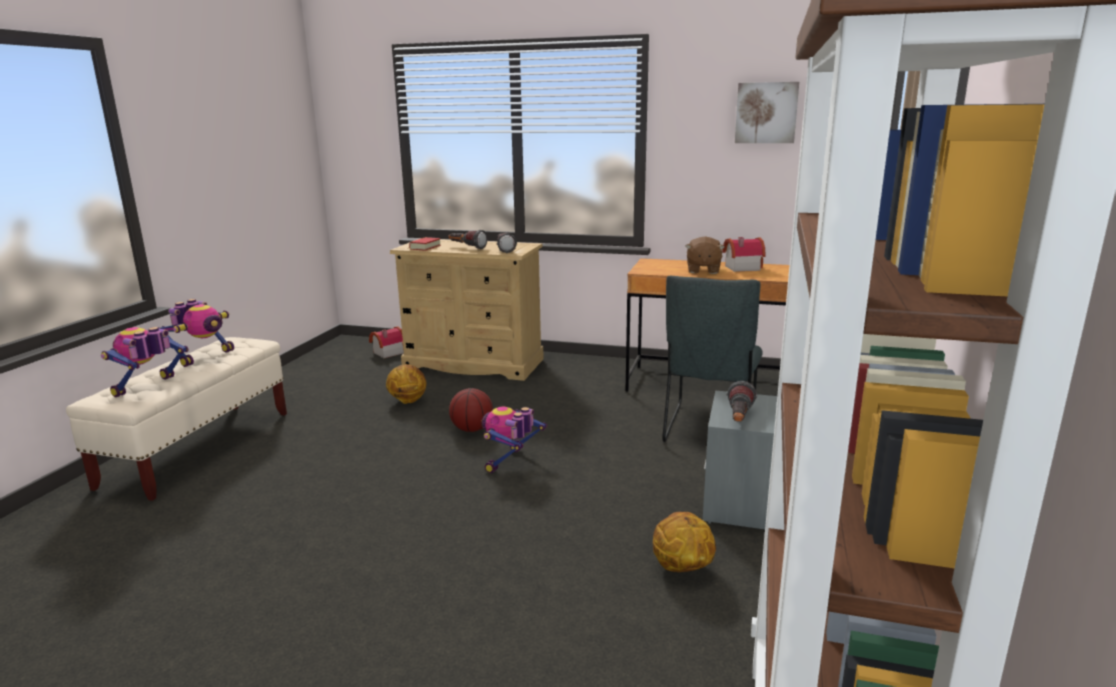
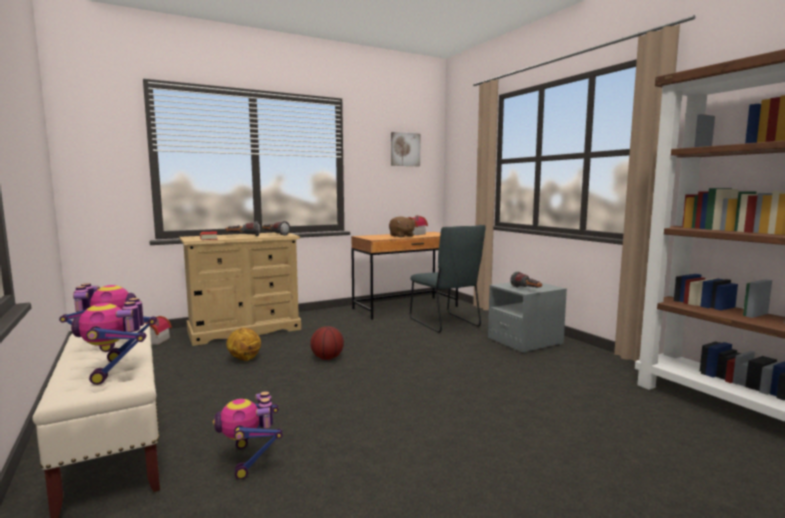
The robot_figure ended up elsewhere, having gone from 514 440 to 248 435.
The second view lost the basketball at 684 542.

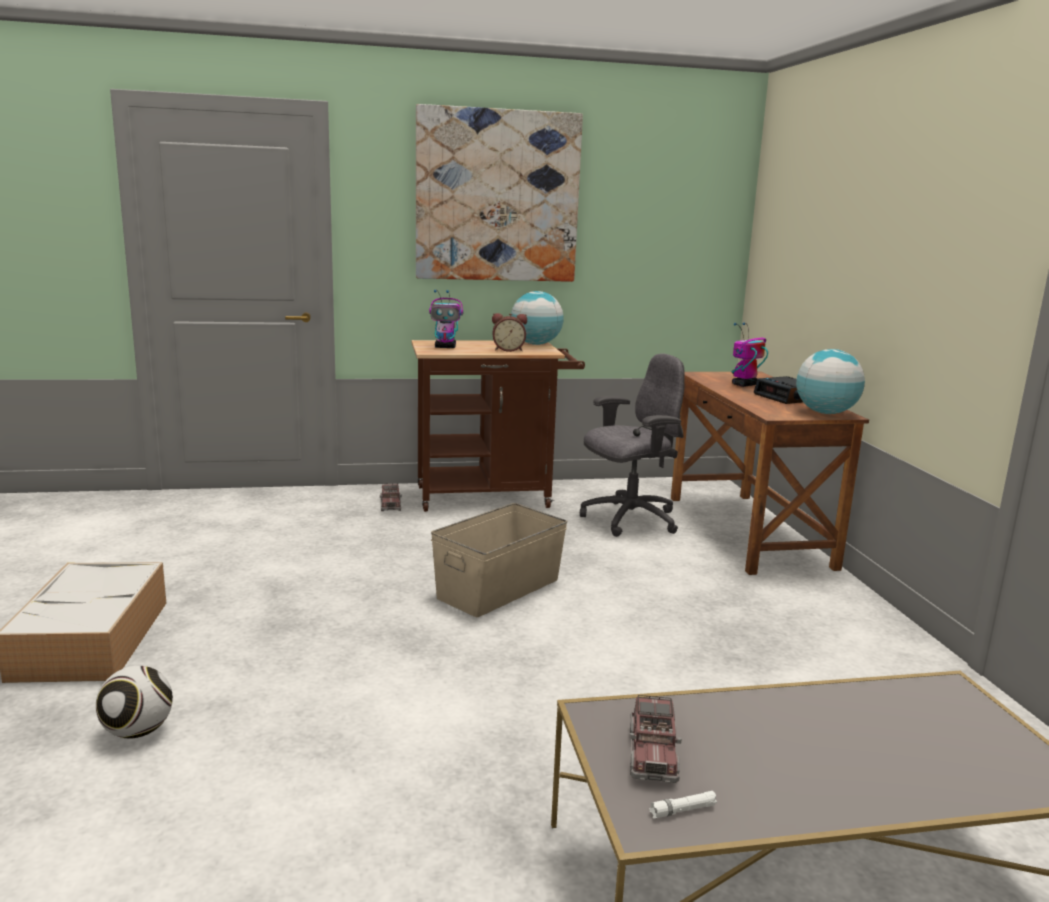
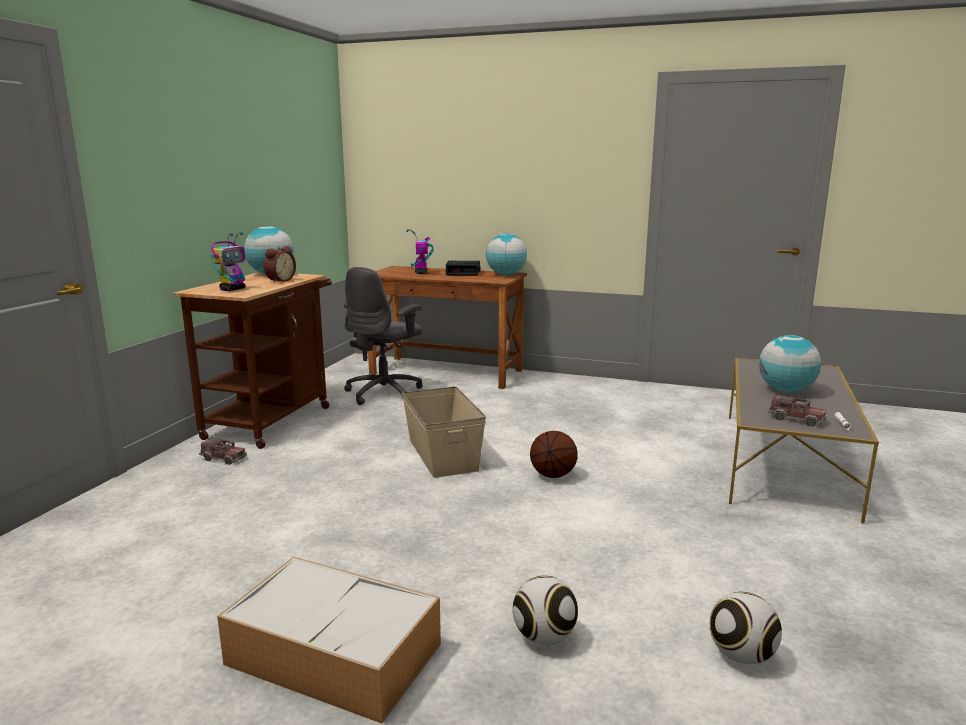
The second view lost the picture at 499 193.
The grey_office_chair at 632 445 ended up facing another way, 150 degrees counterclockwise from before.
The second view gained the world_globe at 790 363.
The second view gained the basketball at 554 454.
The second view gained the ball_for_football at 746 628.

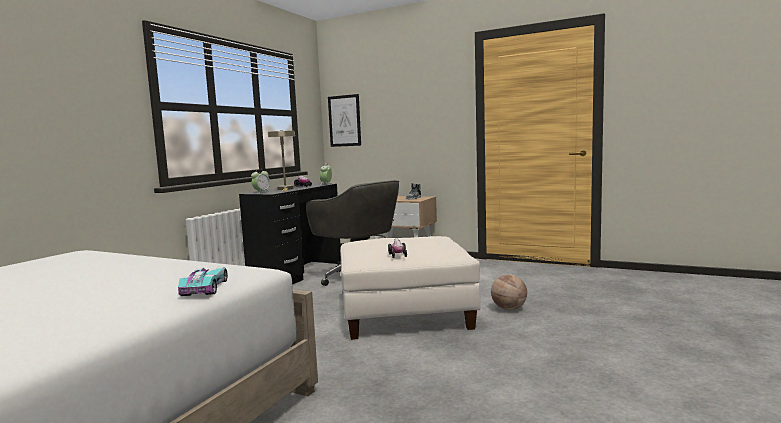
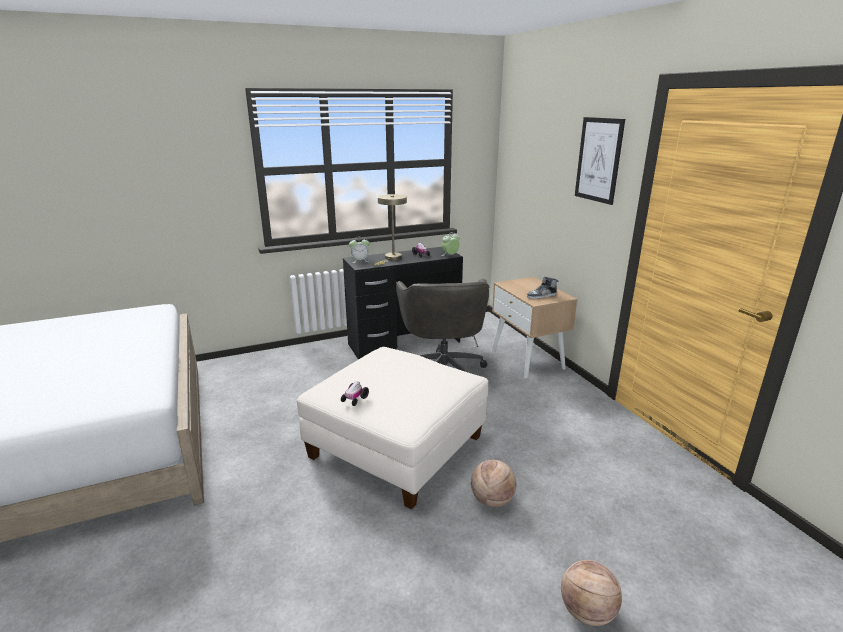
The picture ended up elsewhere, having gone from 344 120 to 600 161.
The second view lost the model_car at 203 281.
The second view gained the basketball at 591 593.

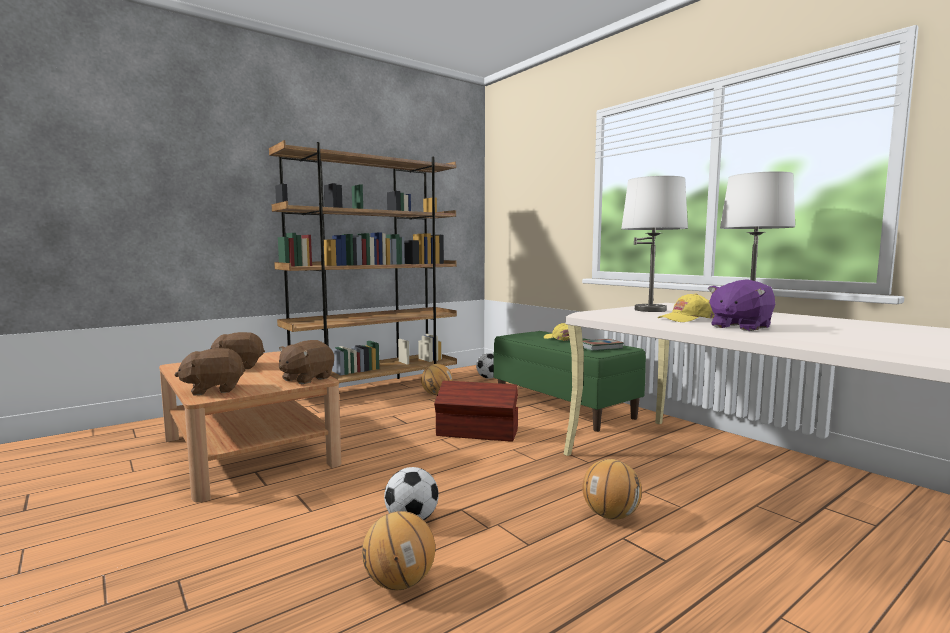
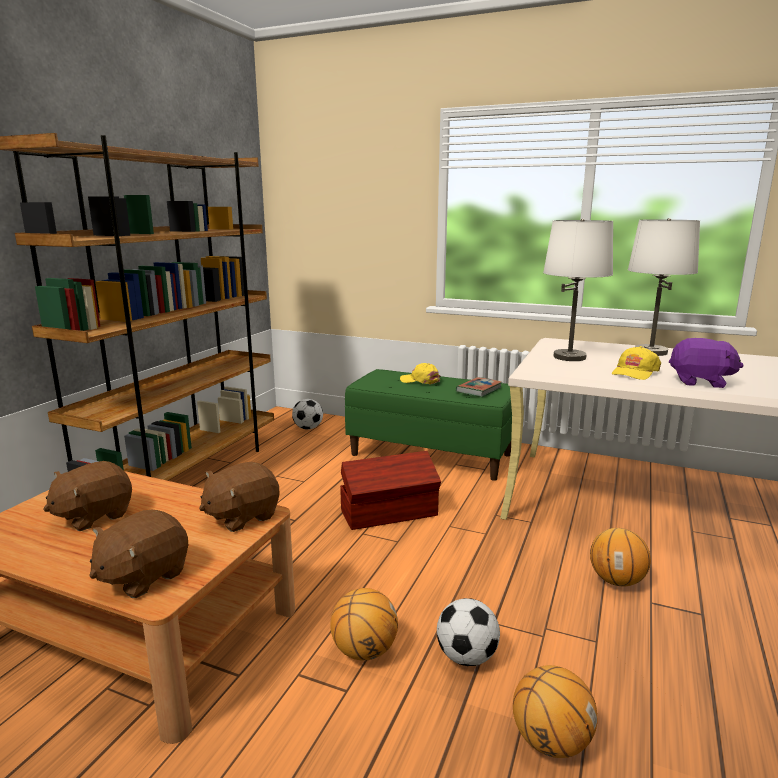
The purple-coloured_plush_toy at 741 305 ended up facing another way, 90 degrees counterclockwise from before.
The brown-coloured_plush_toy at 306 362 ended up facing another way, 45 degrees clockwise from before.
The basketball ended up elsewhere, having gone from 437 379 to 364 624.

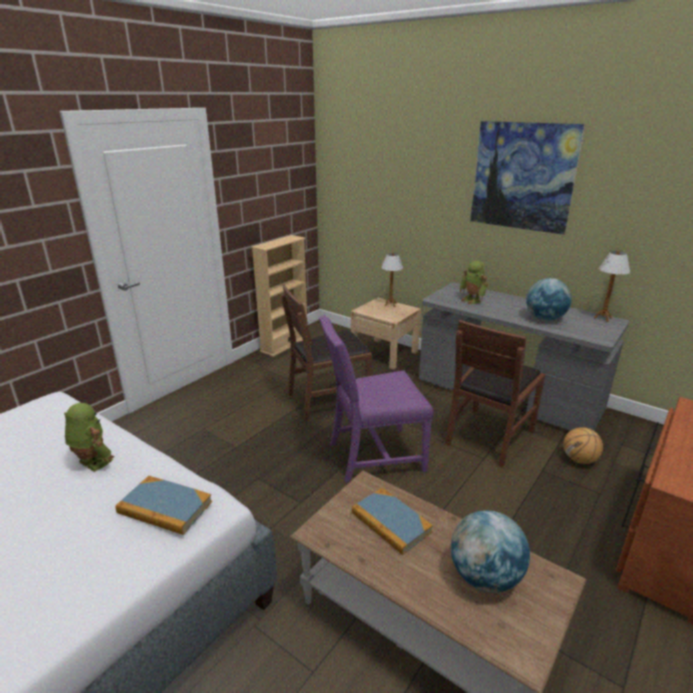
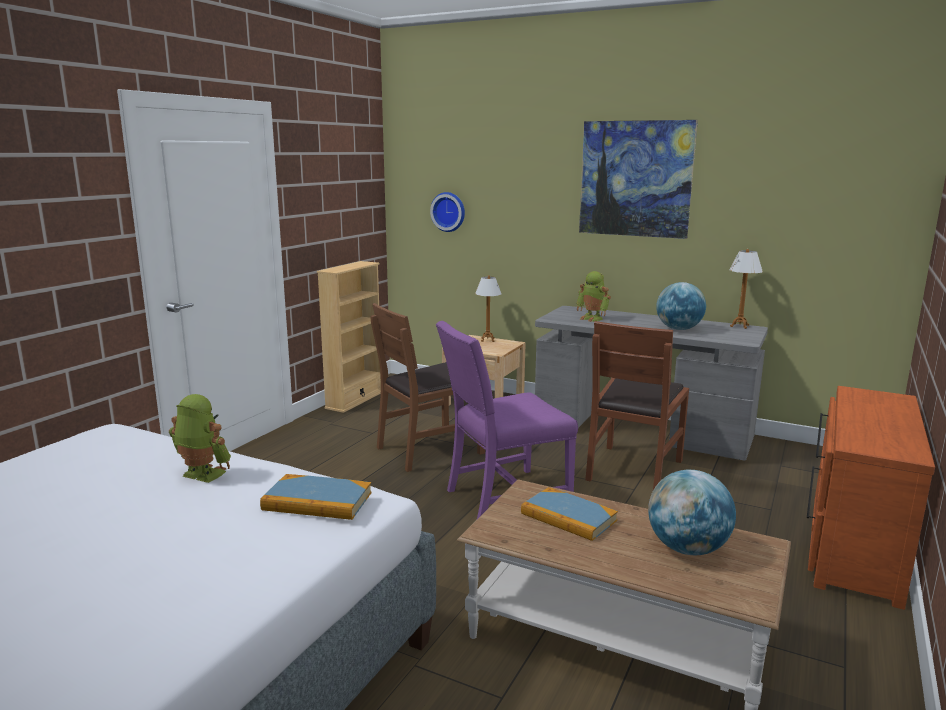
The second view lost the basketball at 583 445.
The second view gained the hanging_clock at 447 212.

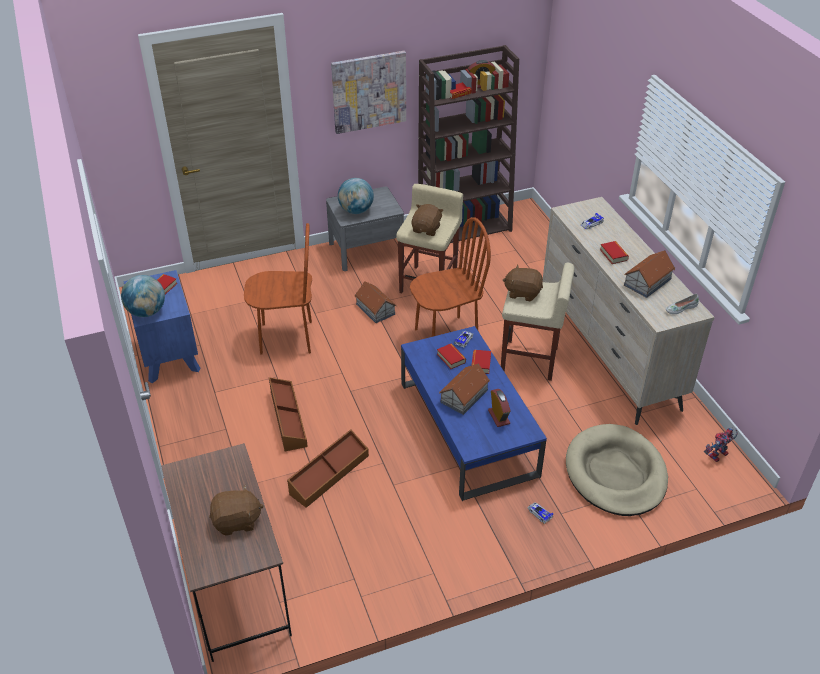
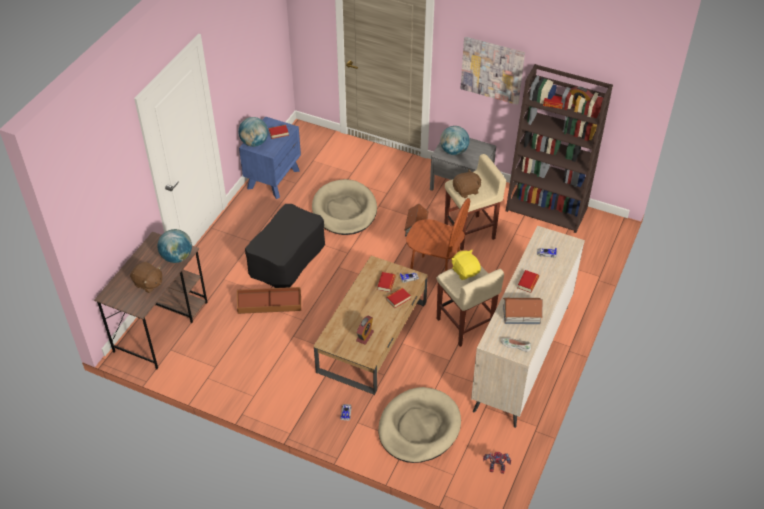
Where the brown-coloured_upright_chair stood at 278 288, the sand-coloured_pet_bed came to stand at 344 207.
What was the brown-coloured_plush_toy at 523 282 turned into the yellowish_plush_toy at 466 265.
What was the blue_low_table at 474 413 turned into the brown-coloured_low_table at 371 325.
The second view lost the model_house at 464 389.
Where the brown-coloured_storage_container stood at 288 414, the black_ottoman came to stand at 285 246.
The second view gained the world_globe at 174 246.

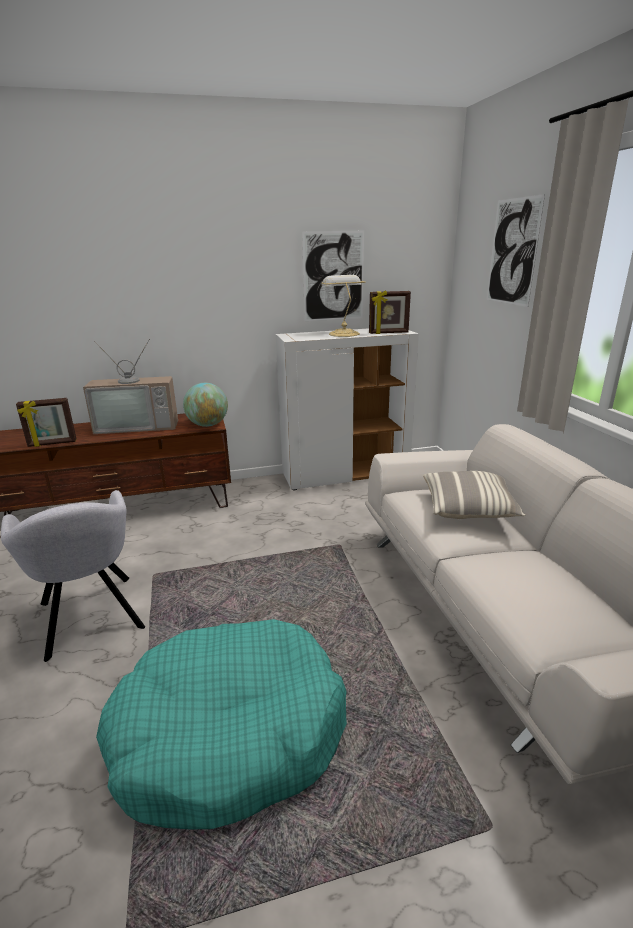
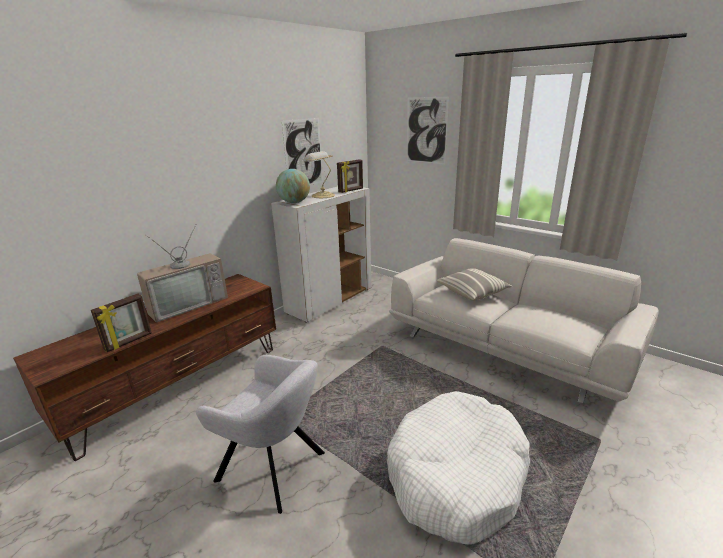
The world_globe ended up elsewhere, having gone from 205 405 to 293 186.
What was the turquoise_pet_bed at 221 724 turned into the white-coloured_pet_bed at 458 468.

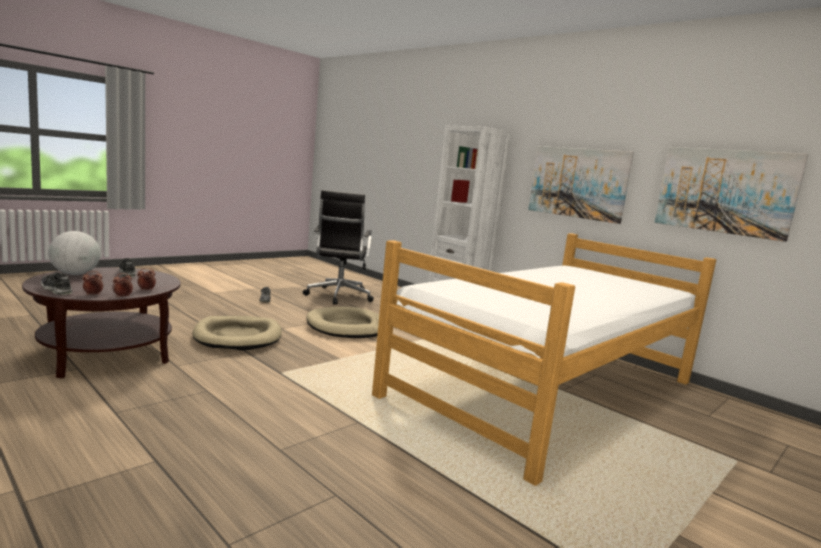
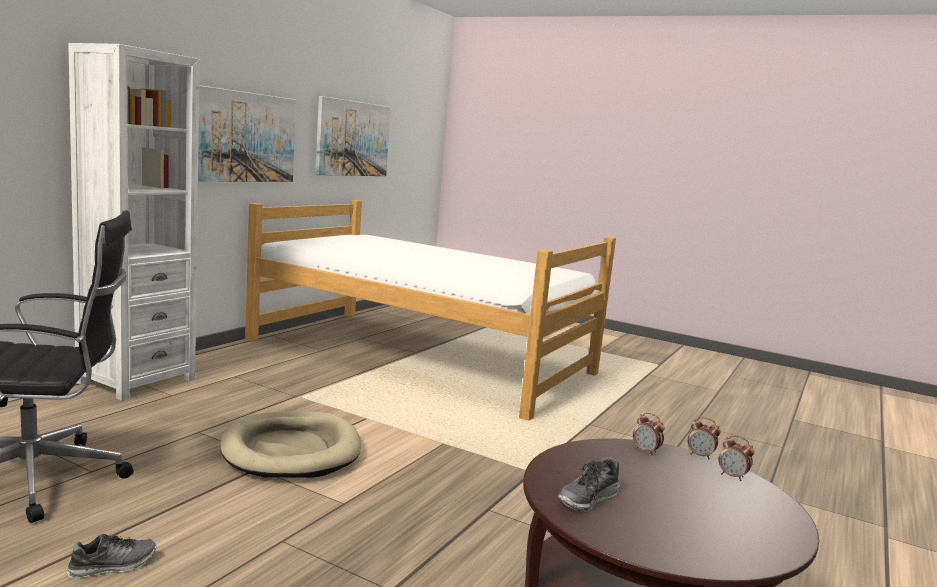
The second view lost the world_globe at 74 253.
The second view lost the shoe at 56 283.
The second view lost the sand-coloured_pet_bed at 237 333.

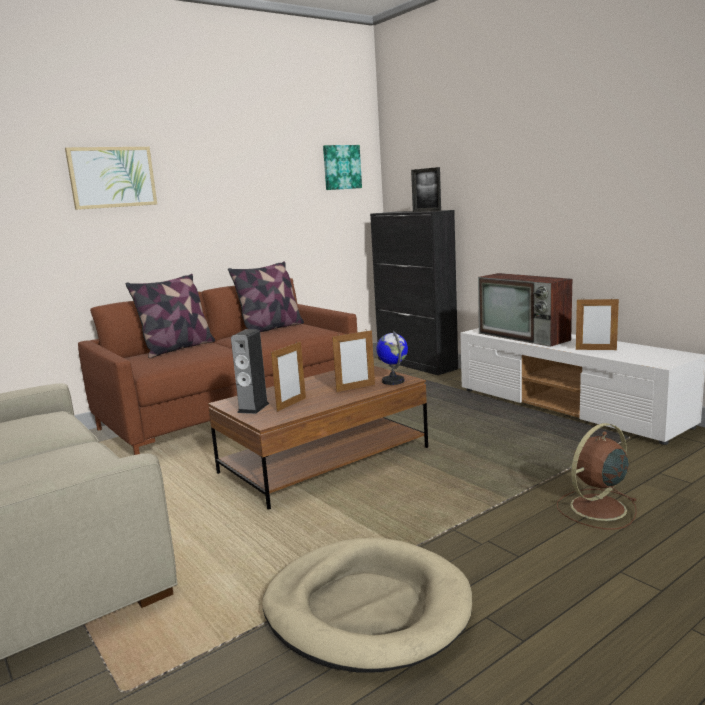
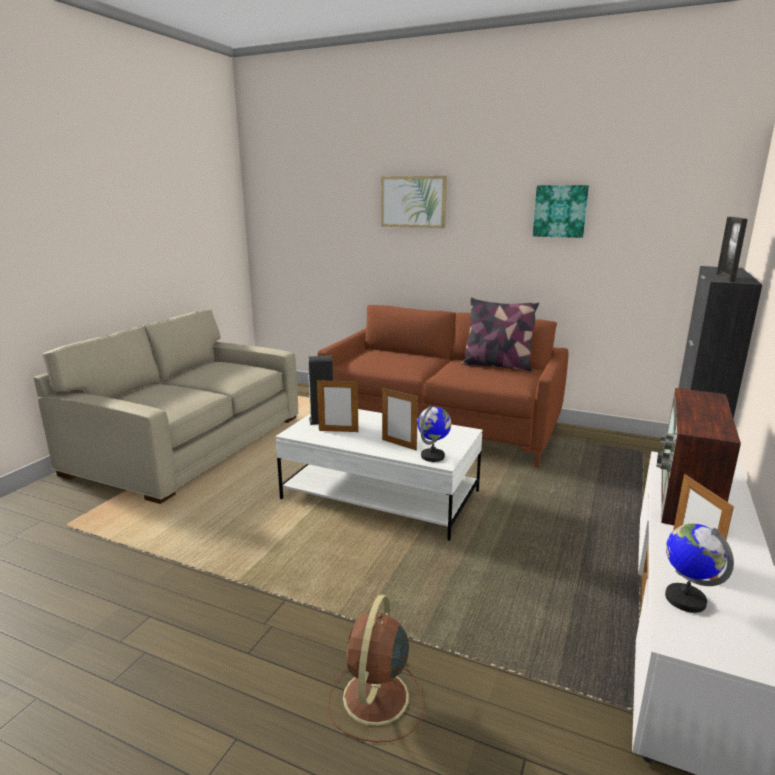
The picture ended up elsewhere, having gone from 342 167 to 561 211.
The second view lost the throw_pillow at 170 316.
What was the brown-coloured_low_table at 318 438 turned into the white-coloured_low_table at 379 475.
The brown-coloured_fan at 597 476 ended up facing another way, 105 degrees counterclockwise from before.
The second view lost the sand-coloured_pet_bed at 367 605.
The second view gained the world_globe at 699 568.

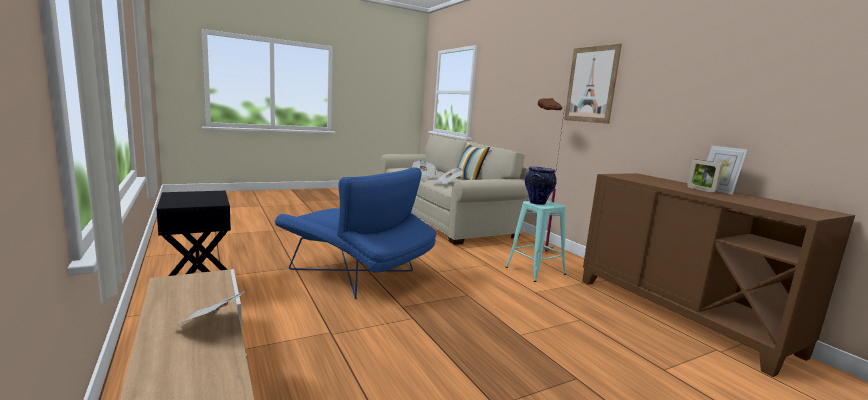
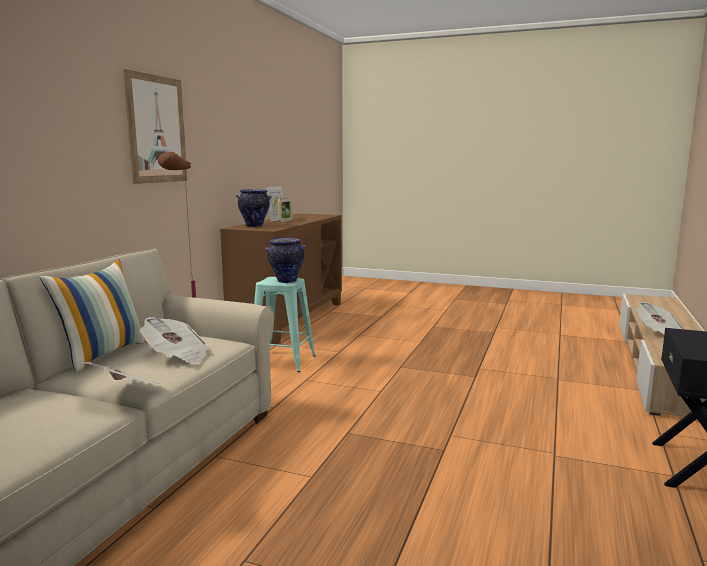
The second view lost the blue_easy_chair at 355 233.
The second view gained the vase at 254 208.

